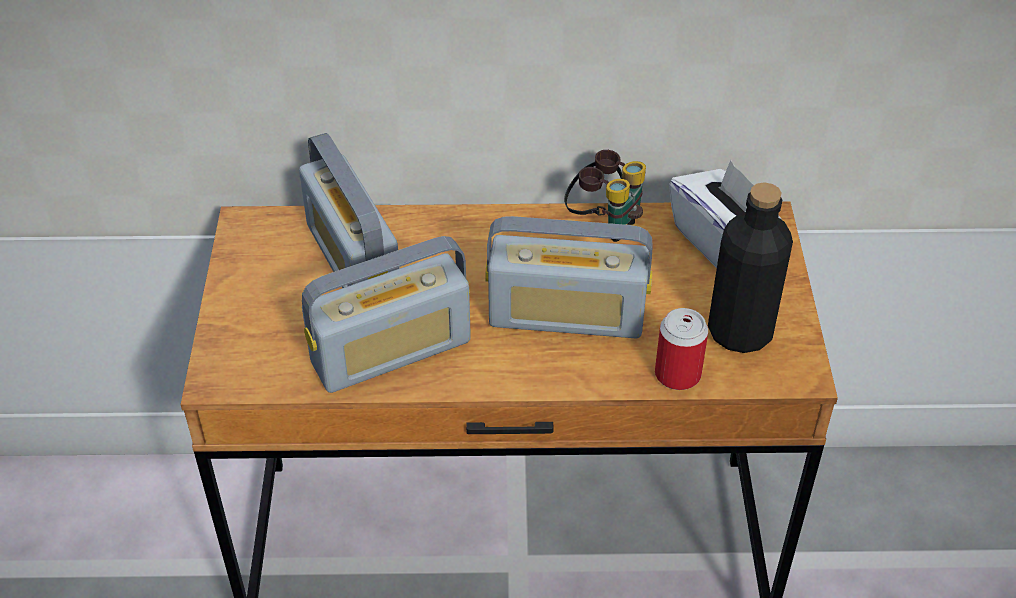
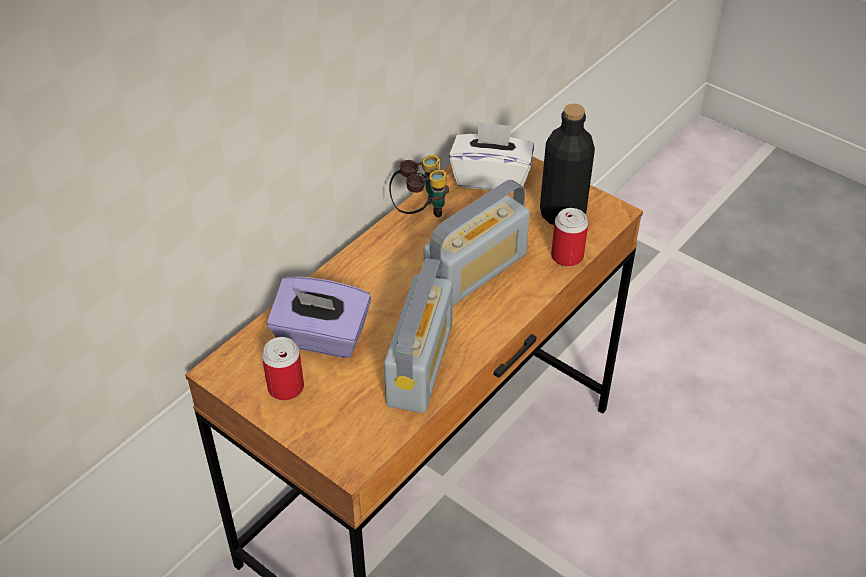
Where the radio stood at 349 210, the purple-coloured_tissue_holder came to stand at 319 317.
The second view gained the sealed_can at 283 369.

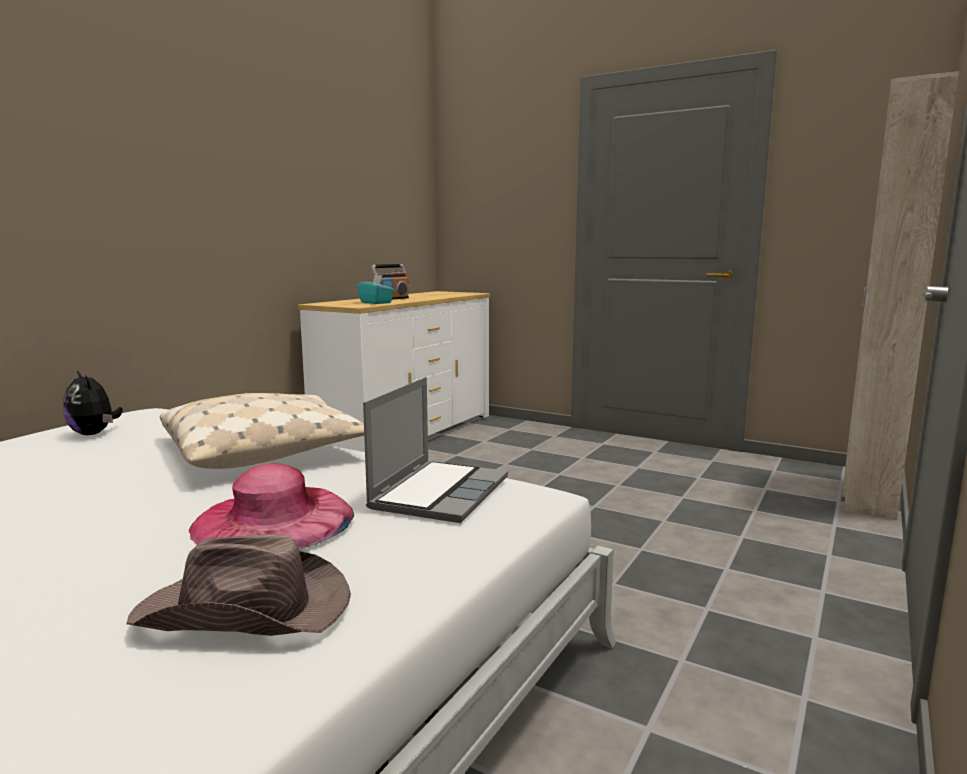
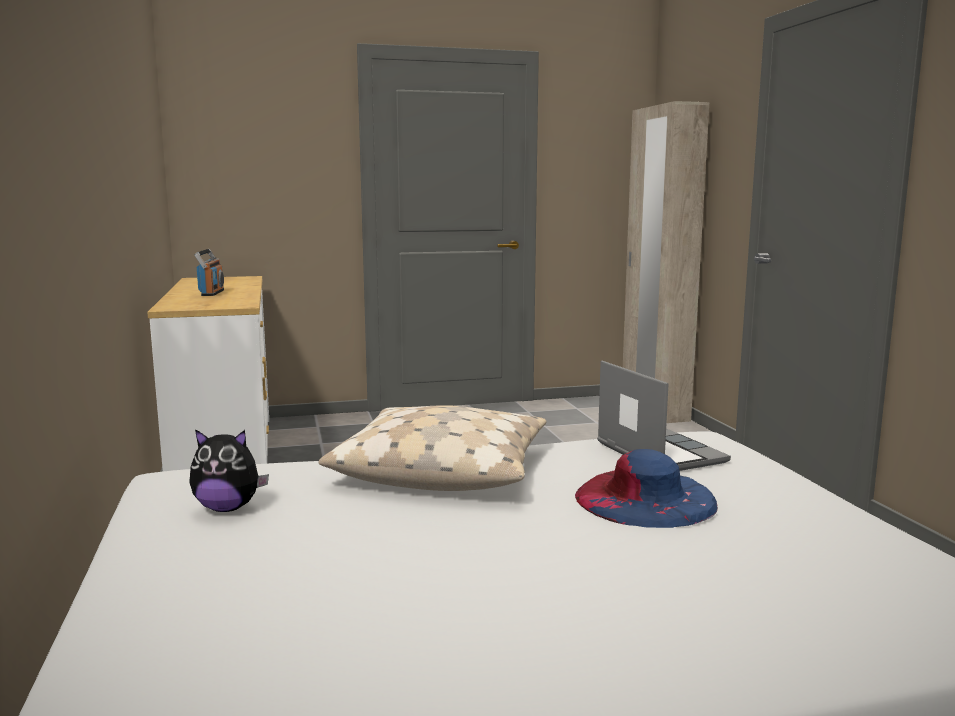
The second view lost the turquoise_tissue_holder at 375 289.
What was the pink_hat at 271 506 turned into the blue_hat at 646 488.
The second view lost the brown-coloured_hat at 238 585.

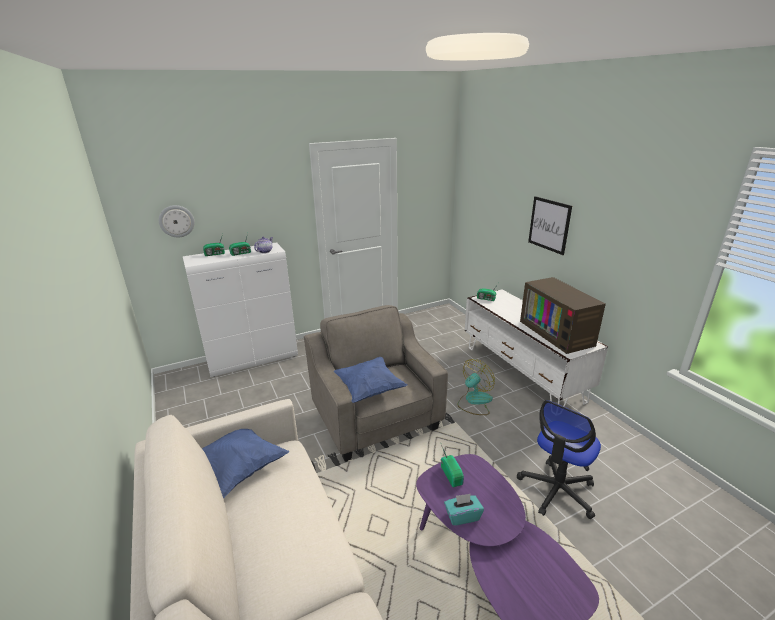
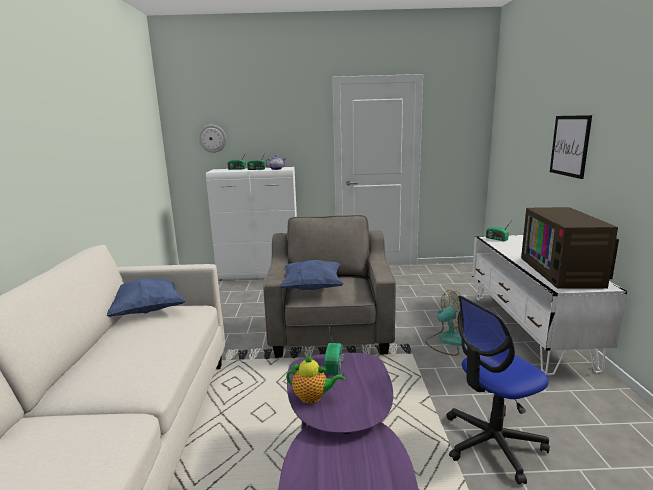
Where the turquoise_tissue_holder stood at 464 510, the tea_pot came to stand at 315 379.

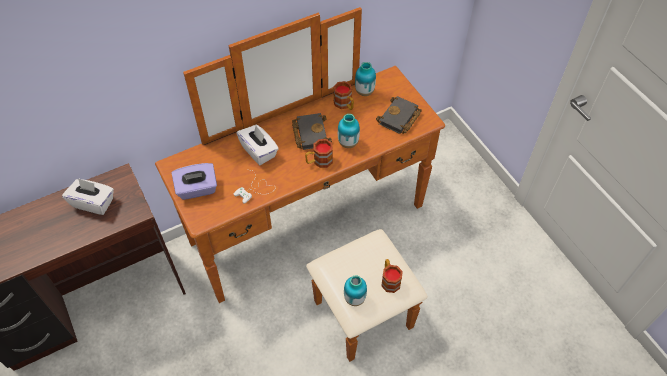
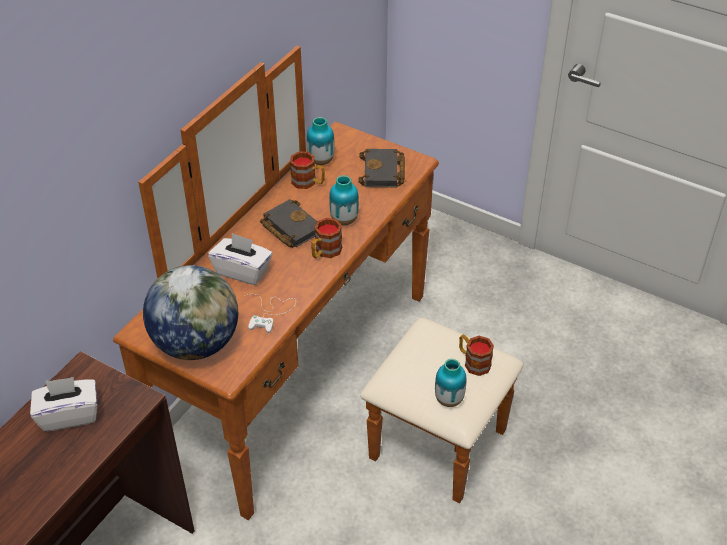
Where the purple-coloured_tissue_holder stood at 194 181, the world_globe came to stand at 190 312.

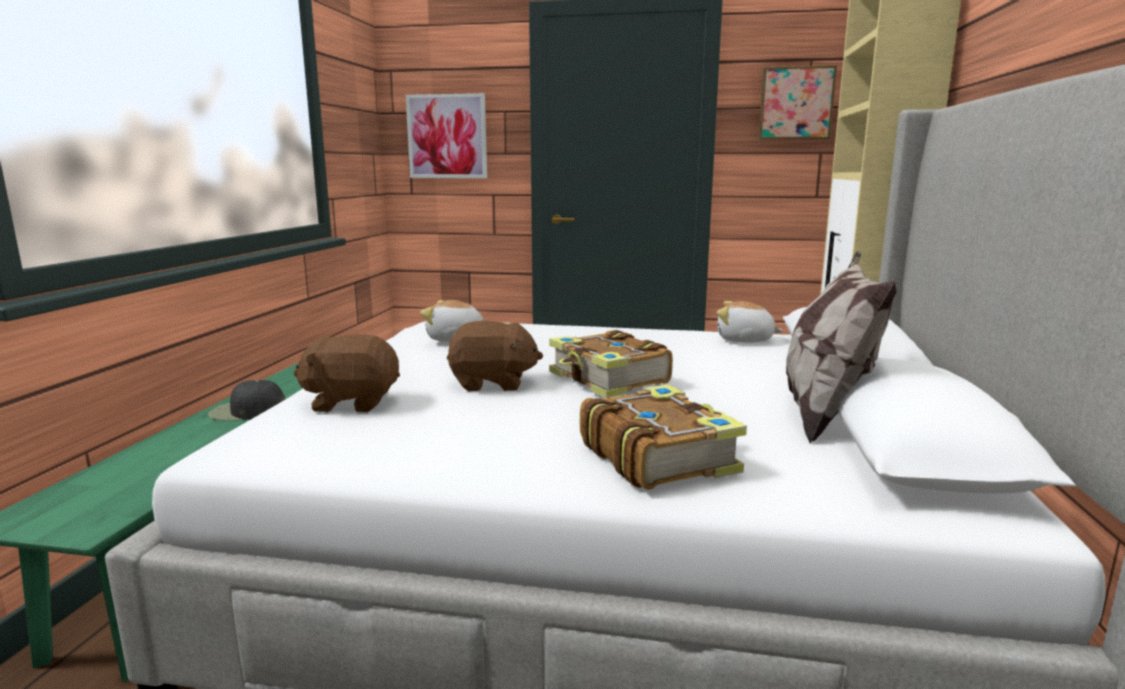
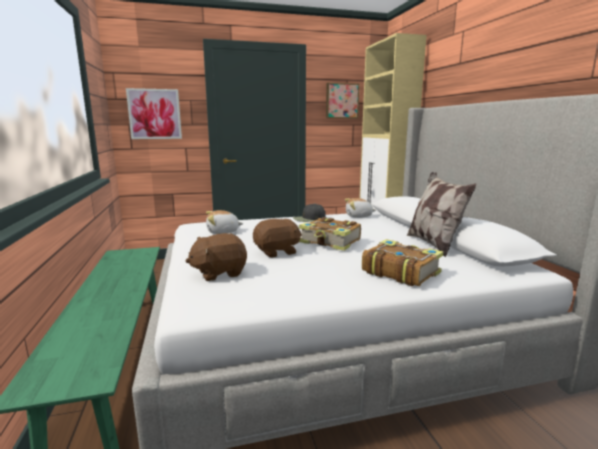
The black_baseball_cap ended up elsewhere, having gone from 246 400 to 309 213.

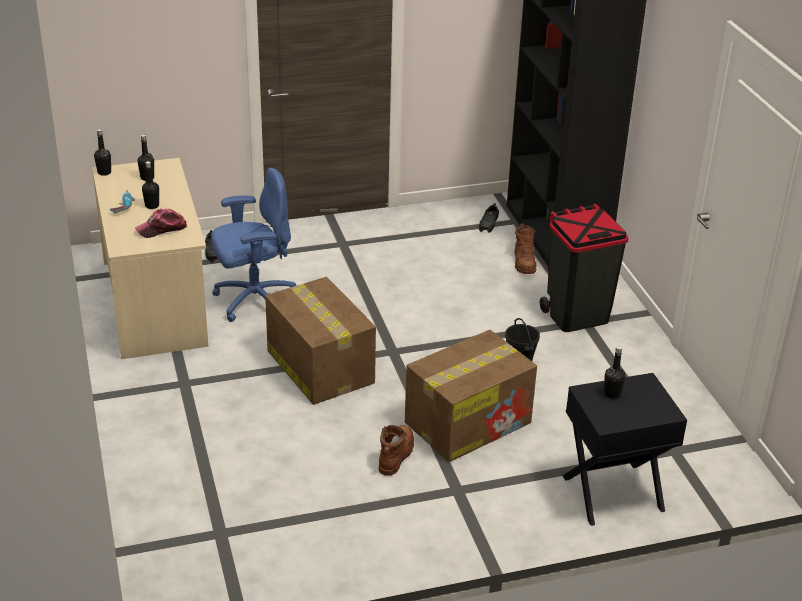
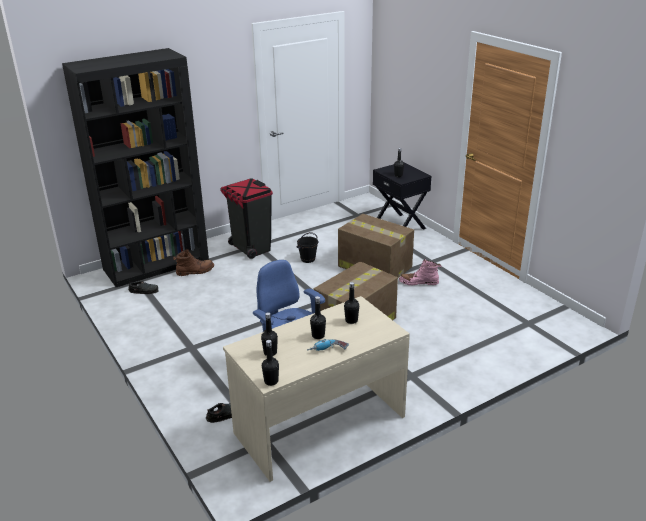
Where the baseball_cap stood at 161 223, the black_beverage_bottle came to stand at 351 303.
What was the brown-coloured_high-top_boot at 396 450 turned into the pink_high-top_boot at 420 272.

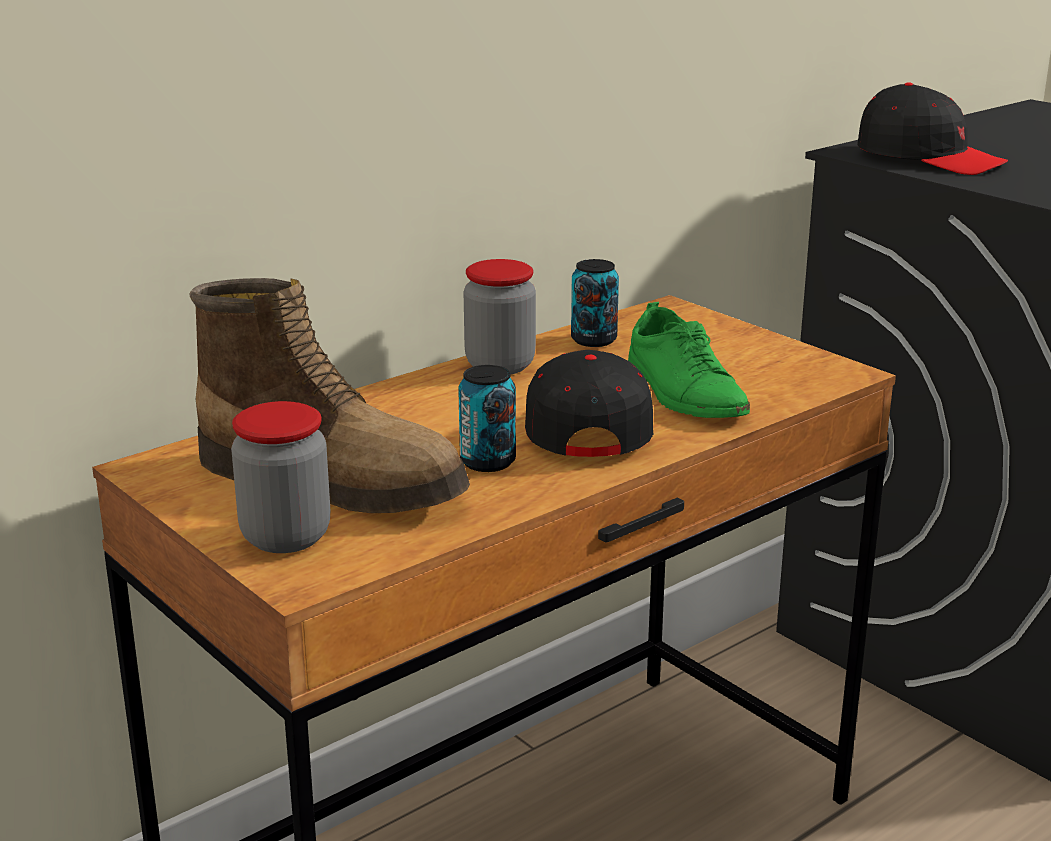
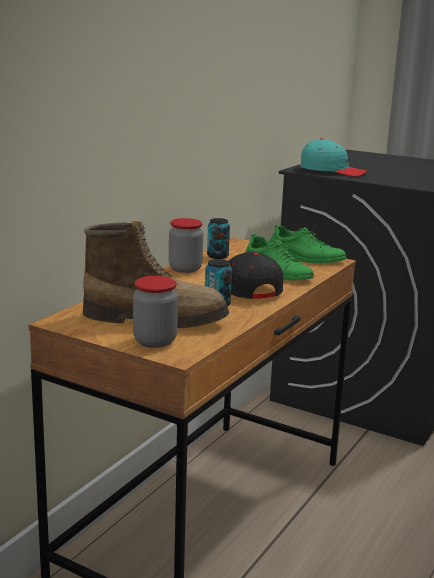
What was the black_baseball_cap at 932 128 turned into the turquoise_baseball_cap at 334 157.
The second view gained the green_shoe at 308 244.

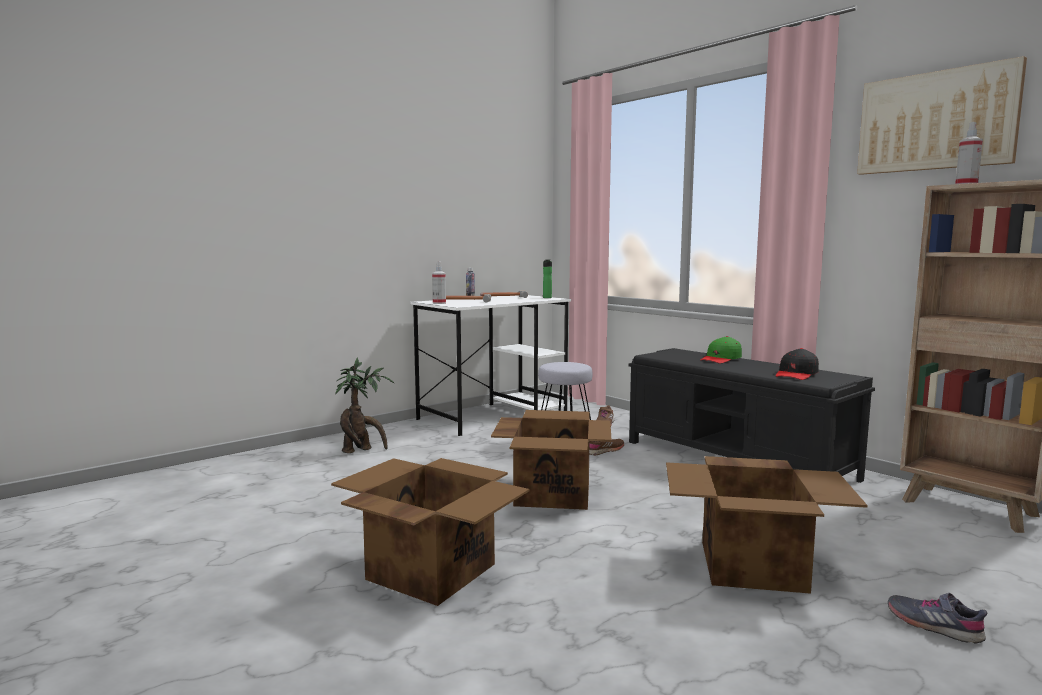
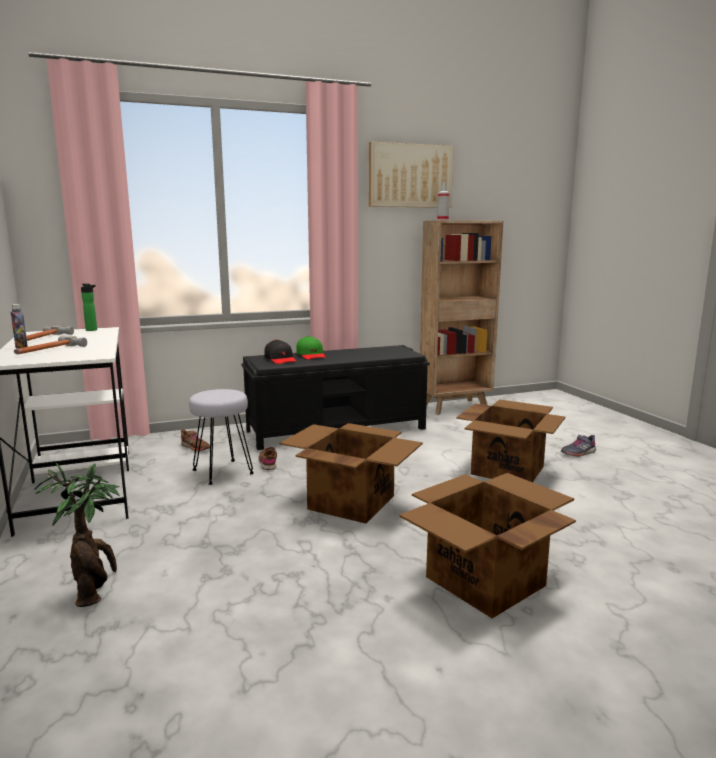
The second view lost the spray_bottle at 439 282.
The black_baseball_cap ended up elsewhere, having gone from 797 364 to 281 351.

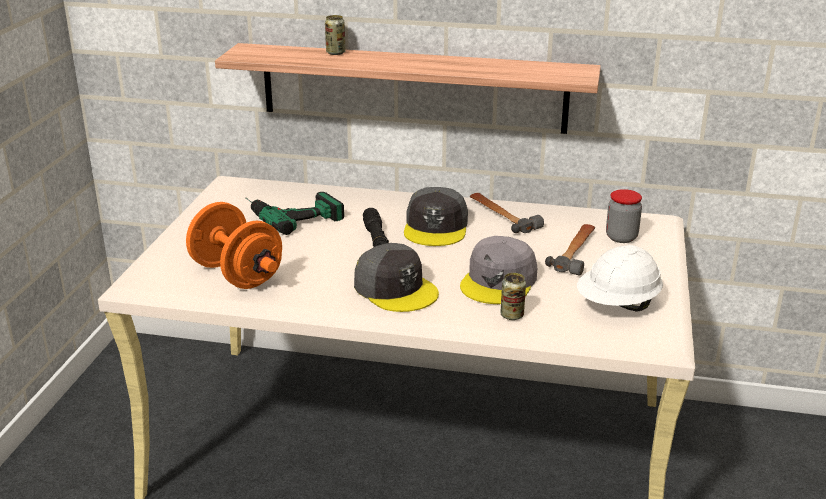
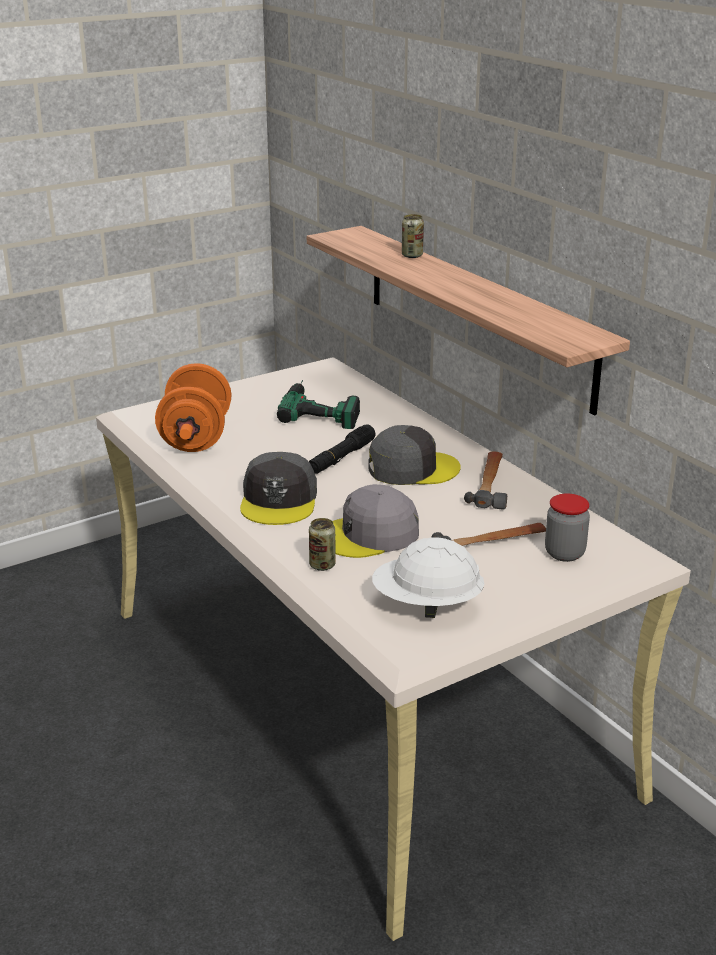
The grey_baseball_cap at 436 216 ended up facing another way, 150 degrees counterclockwise from before.

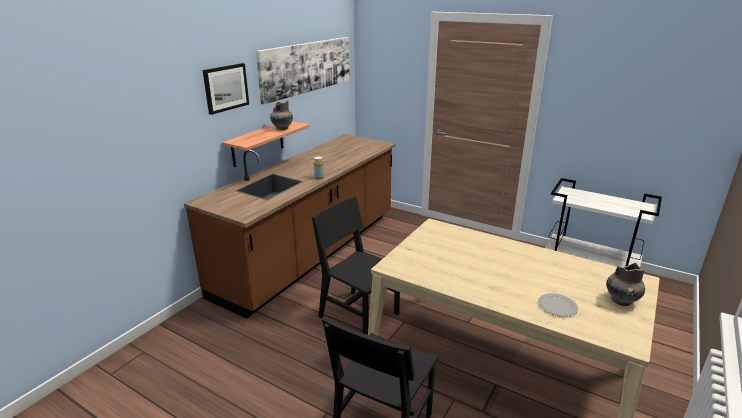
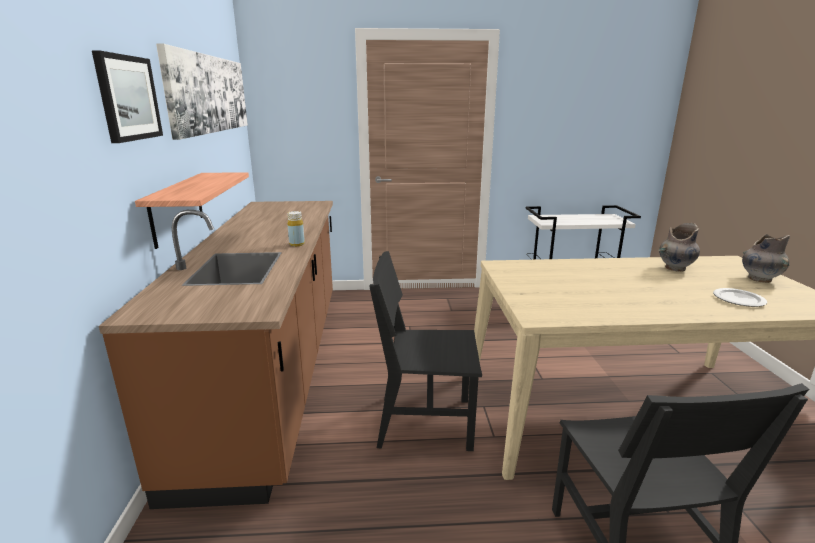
The grey_vase ended up elsewhere, having gone from 281 115 to 679 247.

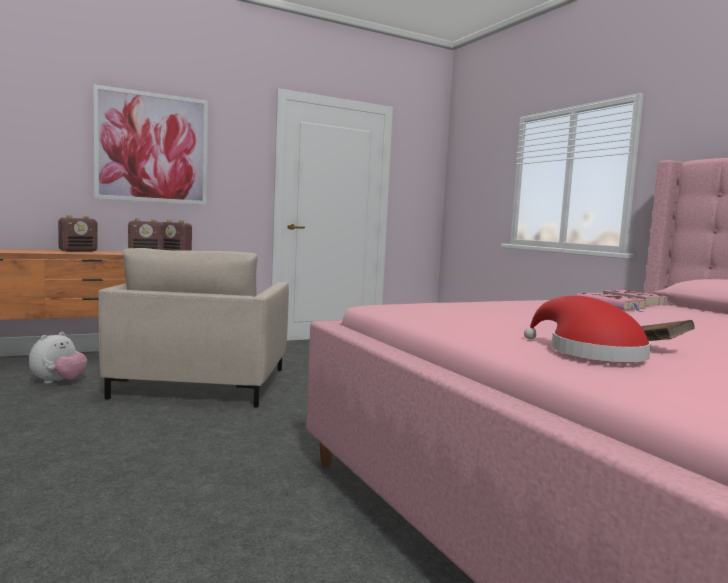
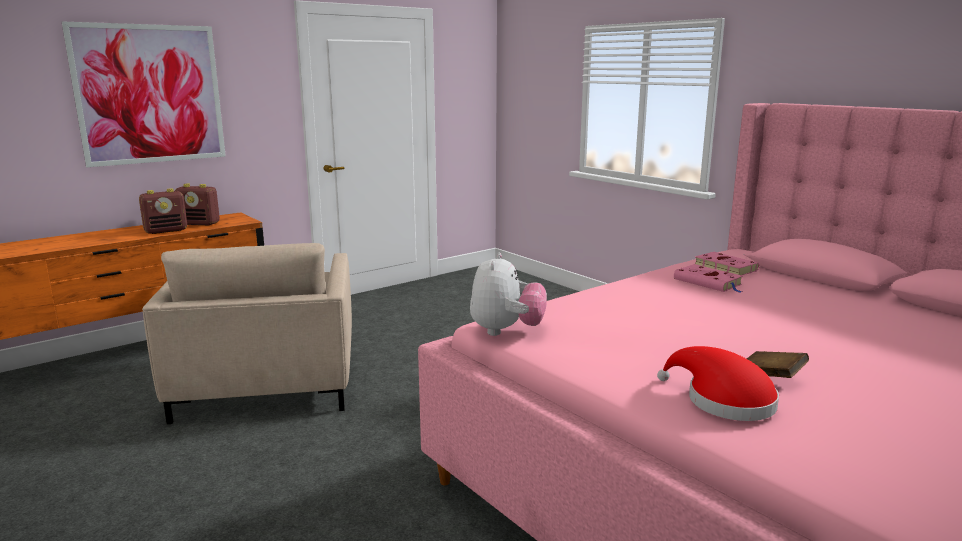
The second view lost the radio at 78 233.
The plush_toy ended up elsewhere, having gone from 58 358 to 508 294.

